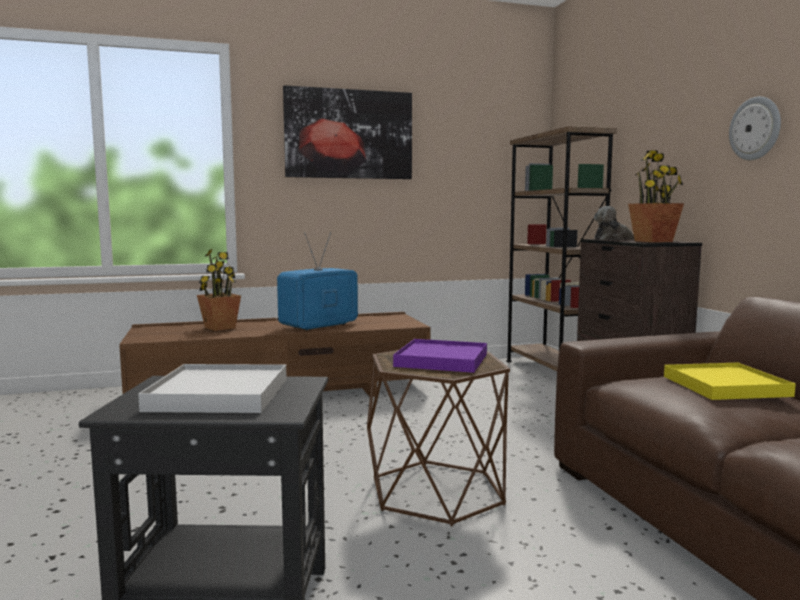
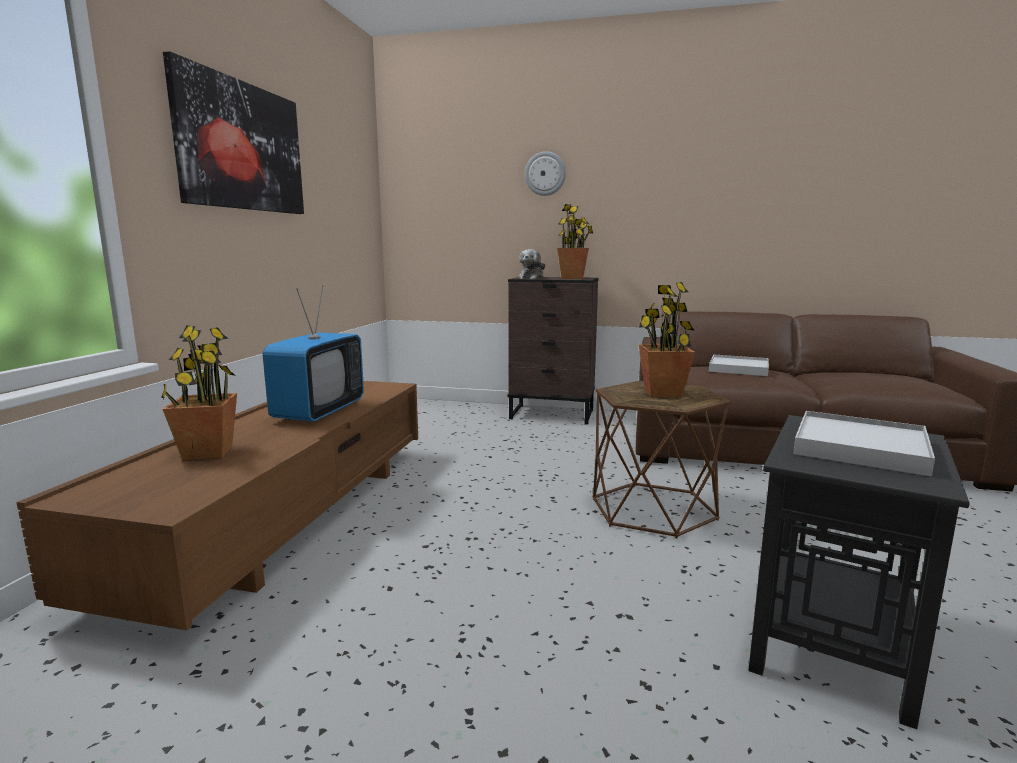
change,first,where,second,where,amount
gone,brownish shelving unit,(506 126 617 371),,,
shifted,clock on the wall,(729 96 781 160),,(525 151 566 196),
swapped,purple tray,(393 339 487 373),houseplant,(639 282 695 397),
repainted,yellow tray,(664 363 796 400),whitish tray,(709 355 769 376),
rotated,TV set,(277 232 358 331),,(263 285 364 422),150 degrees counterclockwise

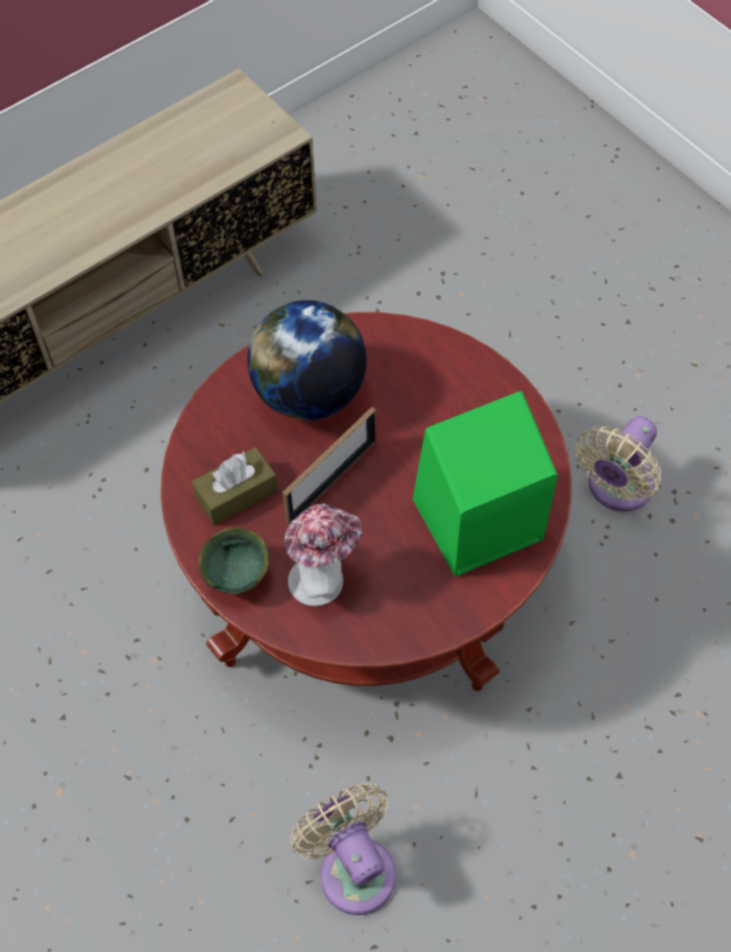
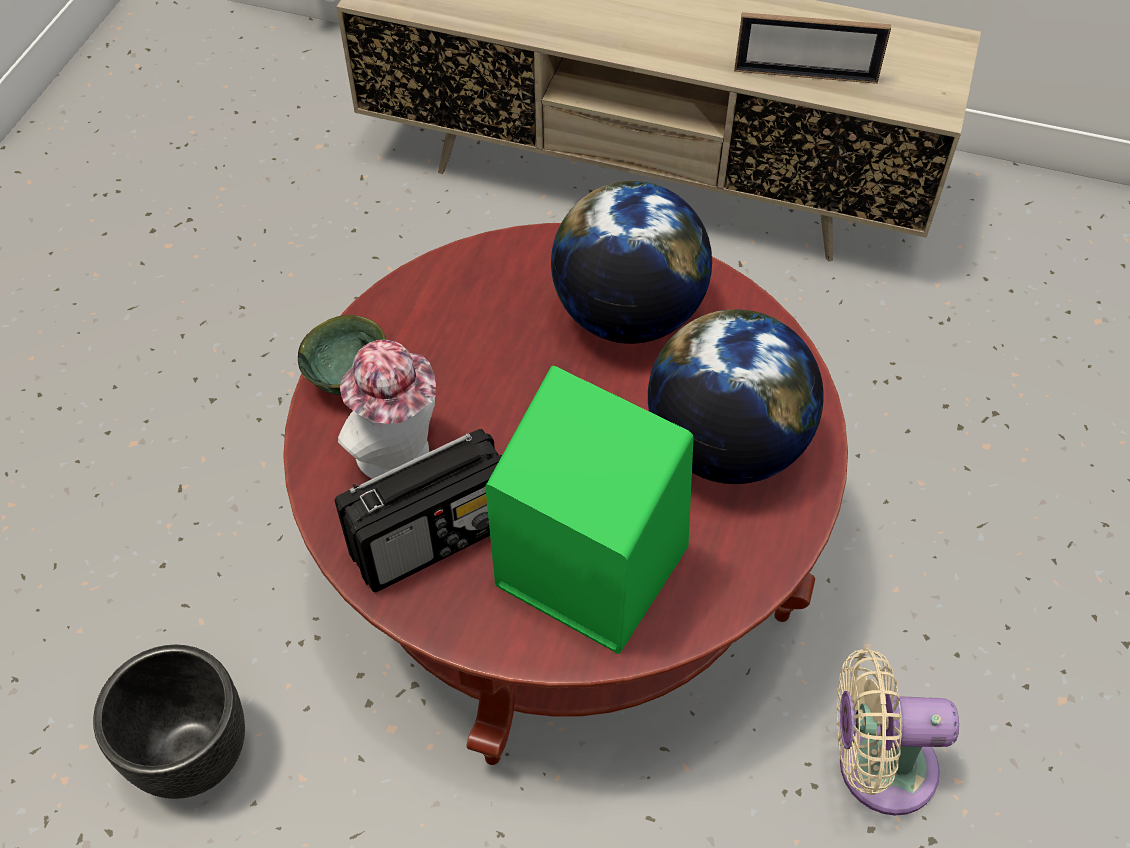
change,first,where,second,where,amount
gone,brownish box of tissues,(192 447 278 526),,,
new,,,radio,(335 429 502 592),
new,,,world globe,(648 309 824 484),
shifted,standing frame,(282 407 376 525),,(734 12 891 84),
swapped,beige cooling fan,(290 783 396 915),blackish planter,(93 644 245 799),

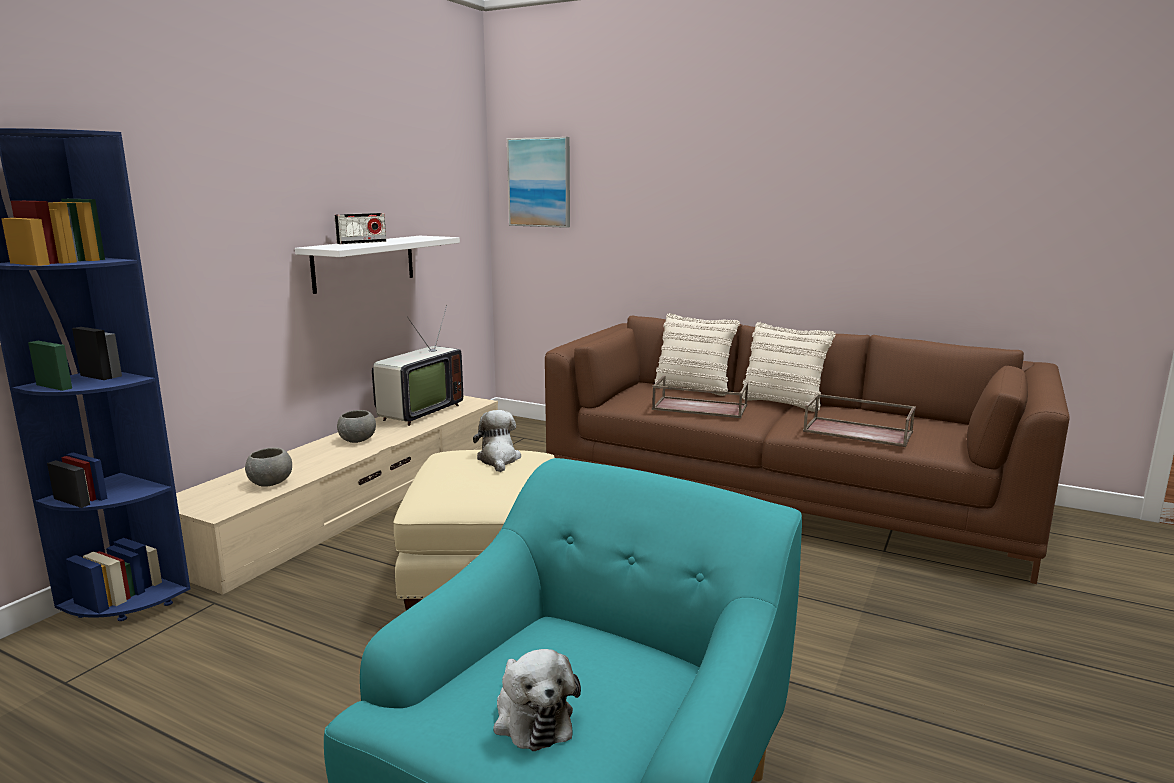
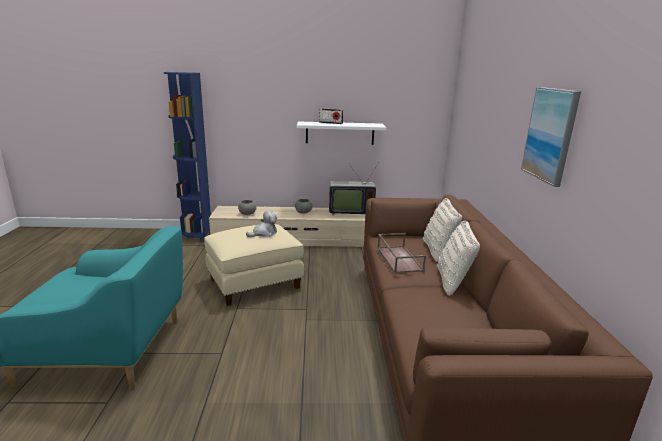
change,first,where,second,where,amount
gone,soft toy,(493 649 581 751),,,
gone,brownish tray,(803 394 916 447),,,
shifted,wall picture,(507 137 570 228),,(521 87 581 187),

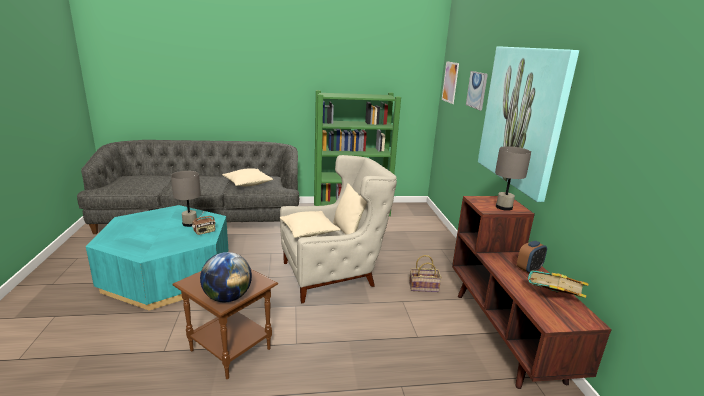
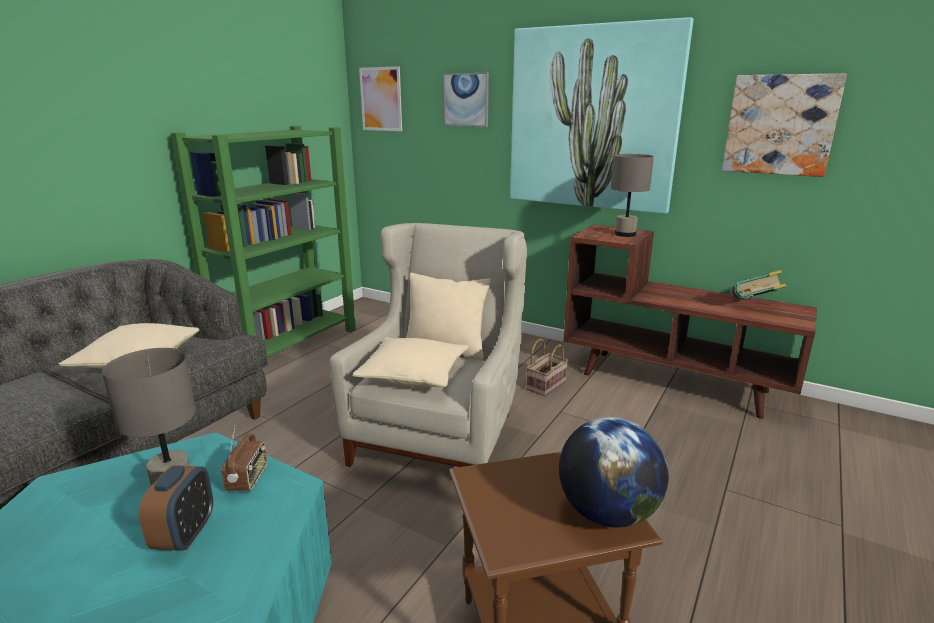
change,first,where,second,where,amount
new,,,wall picture,(722 73 847 177),
shifted,alarm clock,(517 241 547 274),,(139 465 213 551),

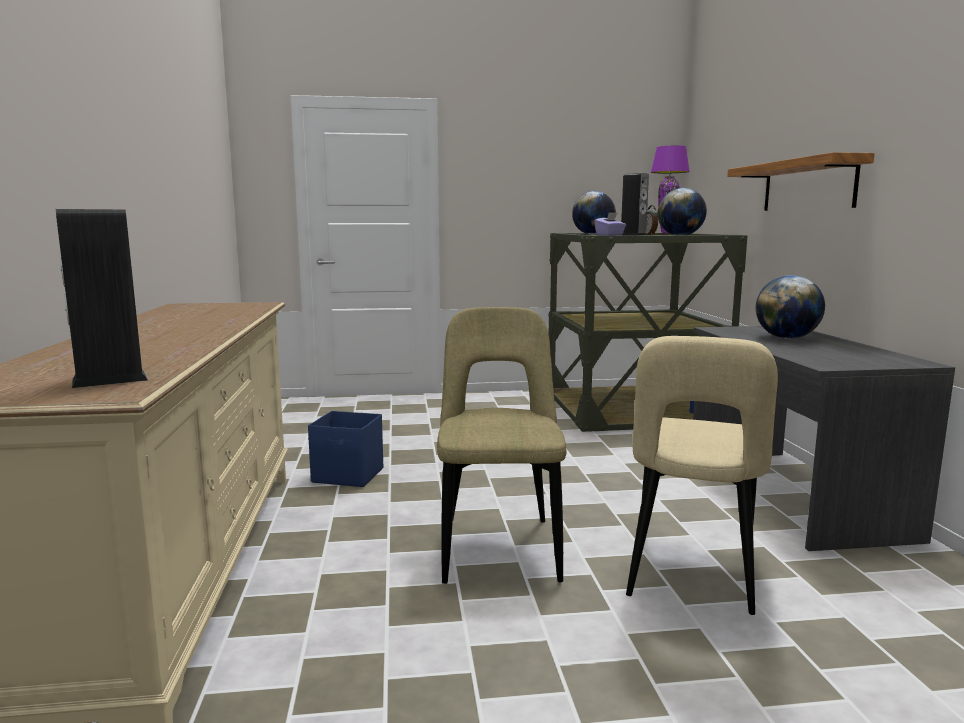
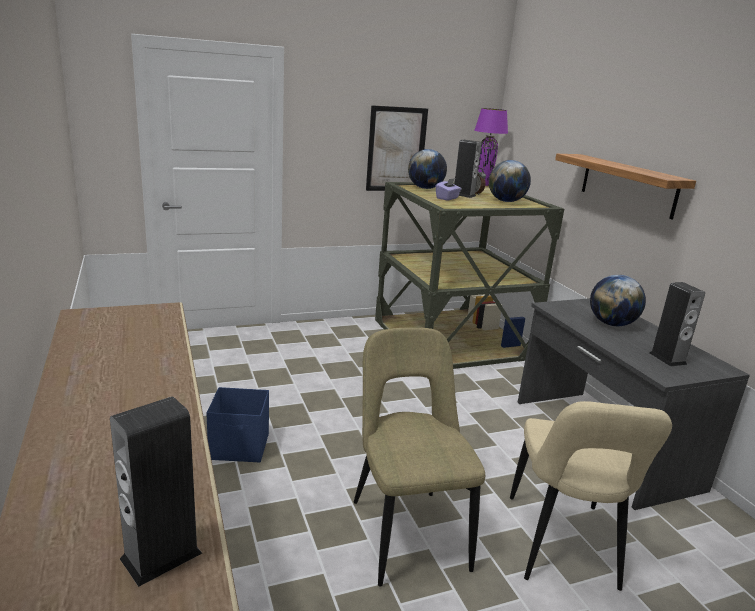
change,first,where,second,where,amount
new,,,wall picture,(366 105 428 191),
new,,,loudspeaker,(650 282 705 367),

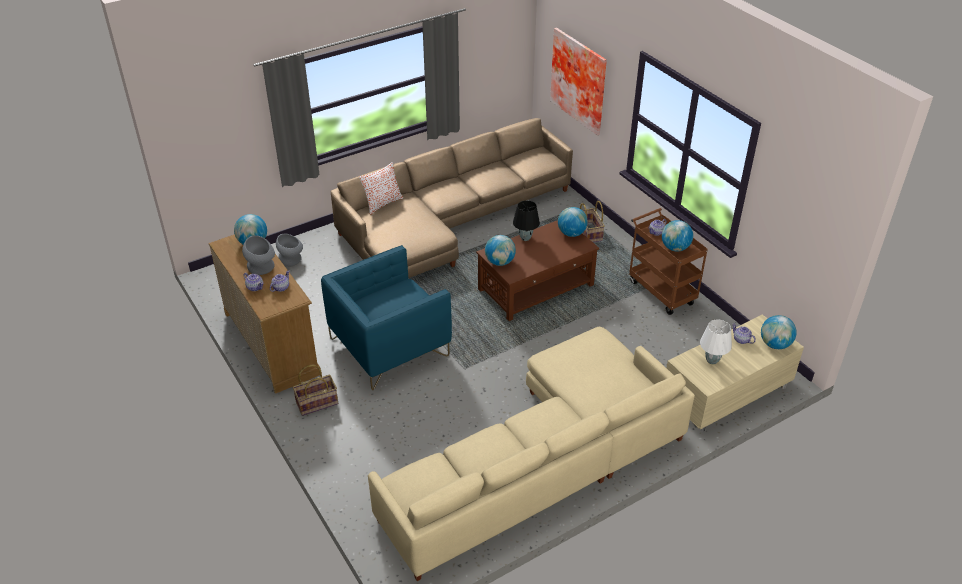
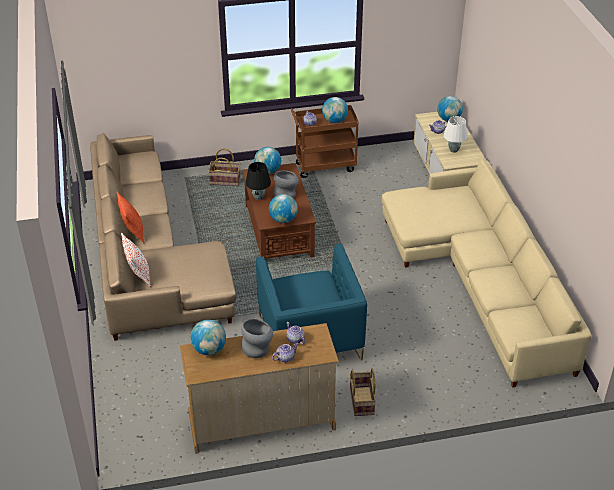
change,first,where,second,where,amount
gone,wall picture,(550 28 607 135),,,
new,,,orange throw pillow,(117 192 144 244),
shifted,grey vase,(276 234 303 267),,(274 170 299 198),

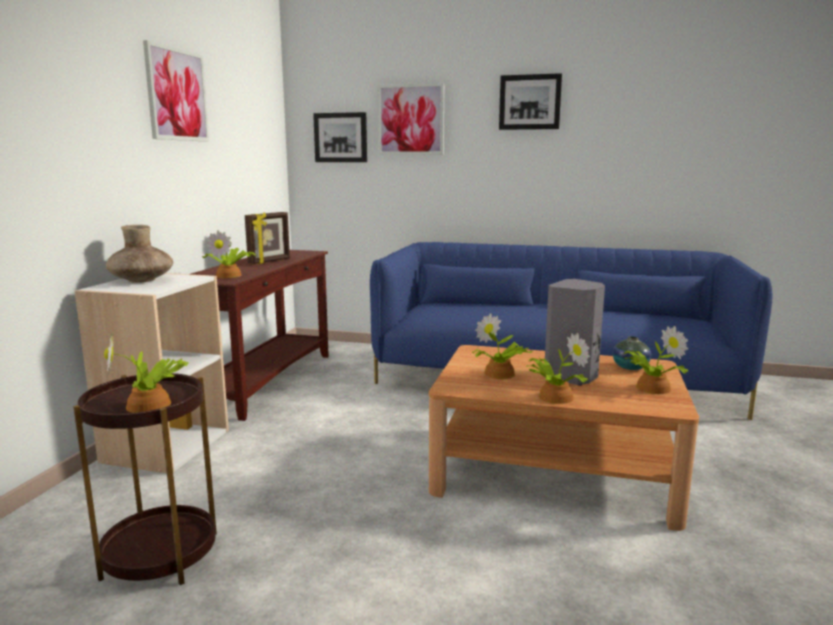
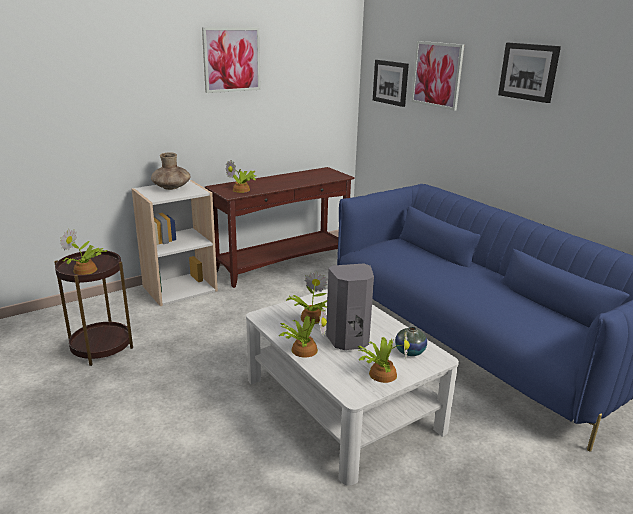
change,first,where,second,where,amount
gone,standing frame,(245 212 290 264),,,
repainted,brownish coffee table,(429 345 699 531),whitish coffee table,(246 289 459 486),

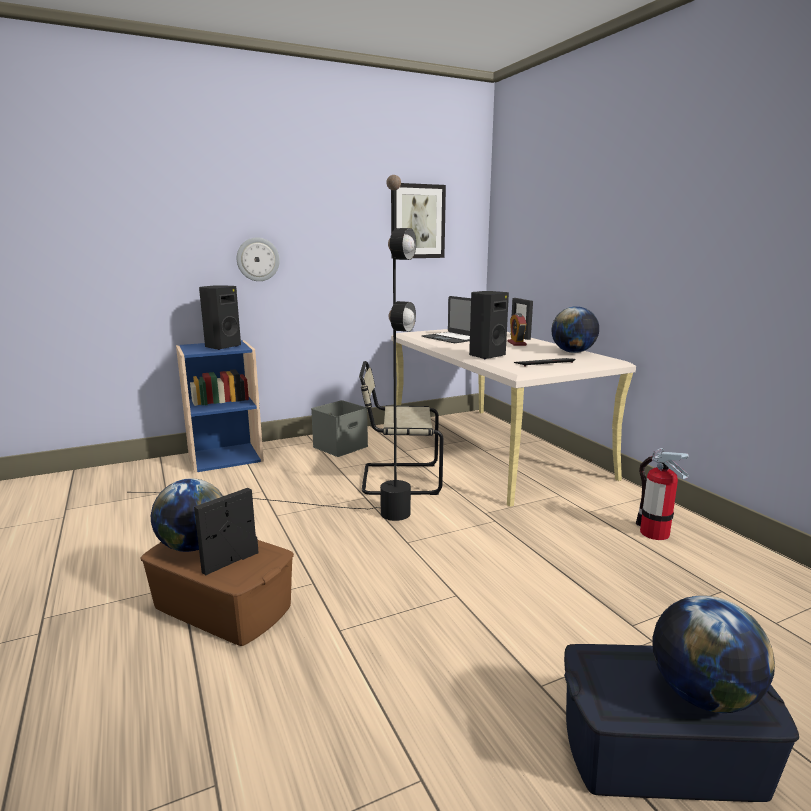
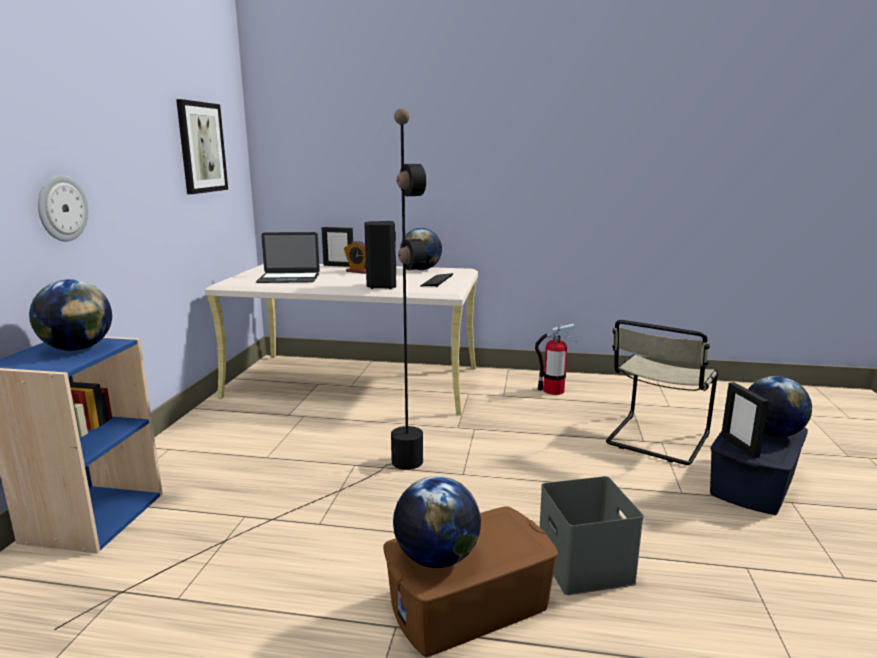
change,first,where,second,where,amount
shifted,standing frame,(194 488 259 575),,(721 382 769 458),
shifted,grey storage box,(311 400 368 457),,(540 476 644 595),
shifted,beige plain chair,(359 361 443 495),,(606 320 718 465),
swapped,blackish loudspeaker,(199 285 241 350),world globe,(29 279 112 351),

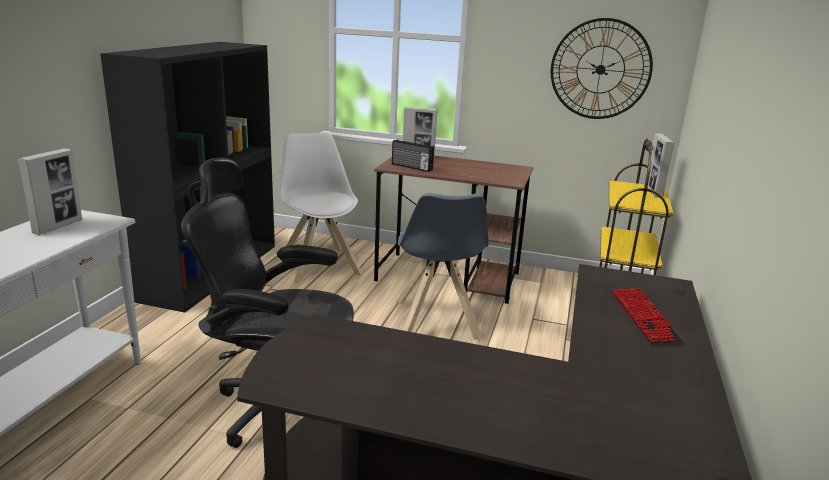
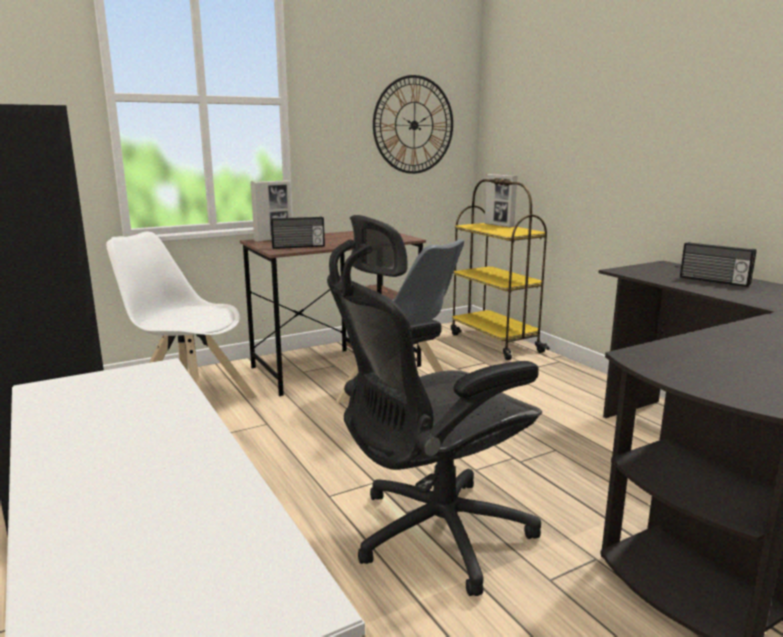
change,first,where,second,where,amount
gone,standing frame,(18 148 82 235),,,
swapped,computer keyboard,(611 287 683 344),radio,(680 242 757 287),

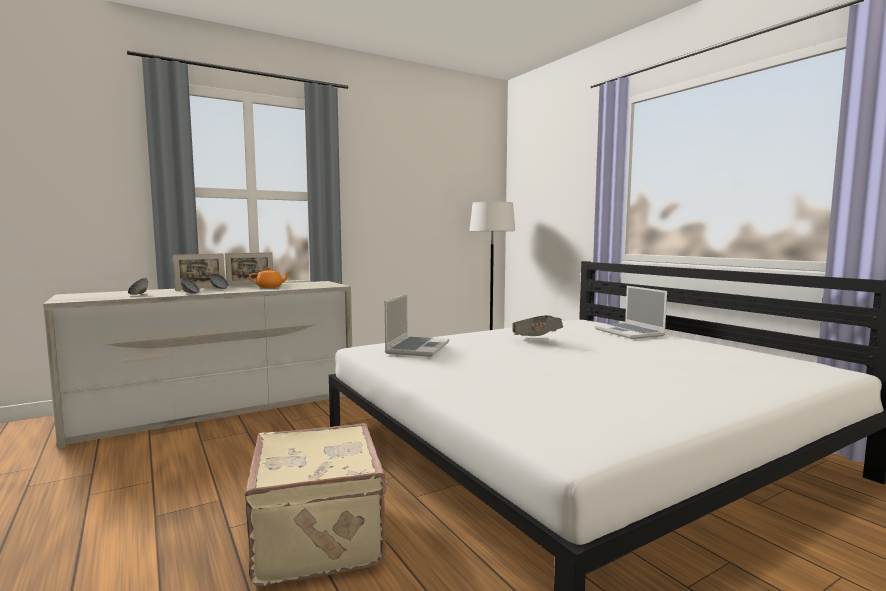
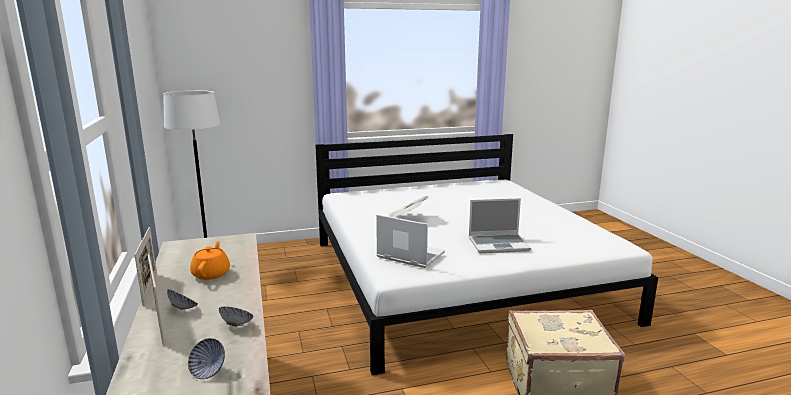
change,first,where,second,where,amount
shifted,notebook computer,(595 286 667 339),,(469 198 531 253),

